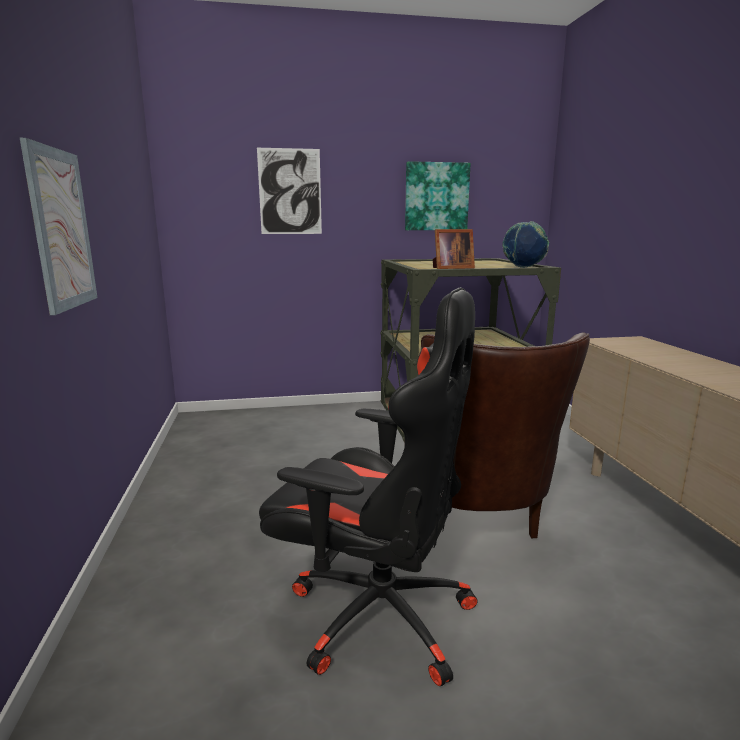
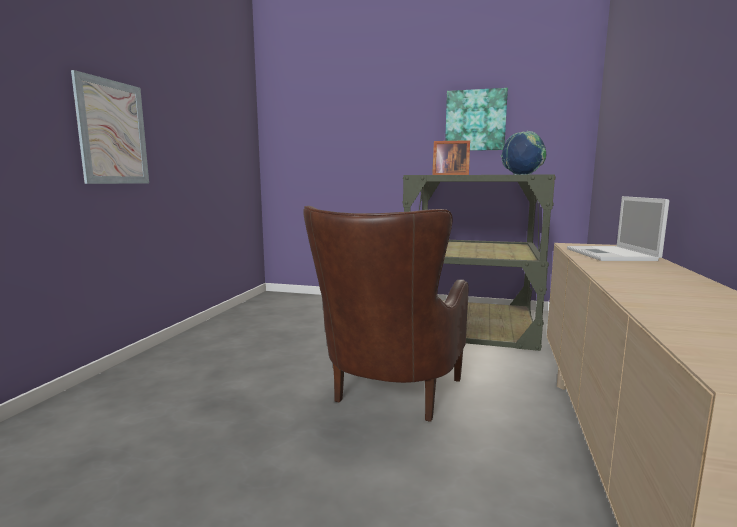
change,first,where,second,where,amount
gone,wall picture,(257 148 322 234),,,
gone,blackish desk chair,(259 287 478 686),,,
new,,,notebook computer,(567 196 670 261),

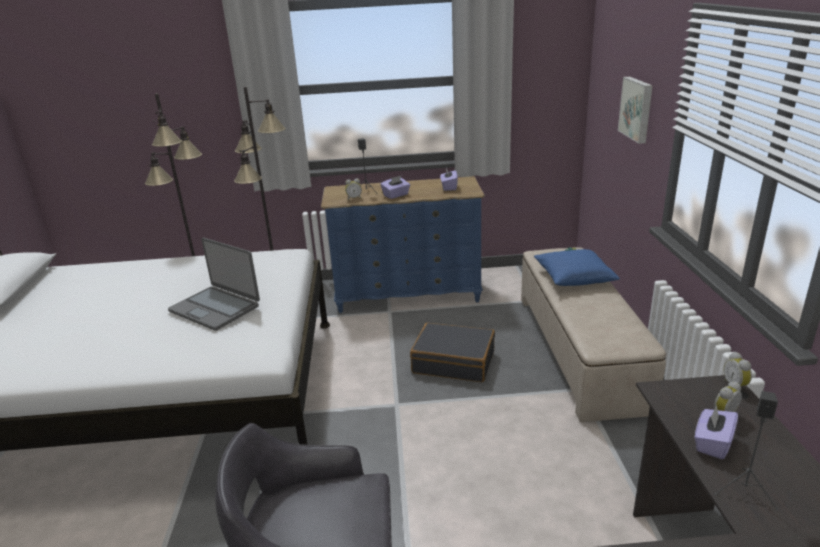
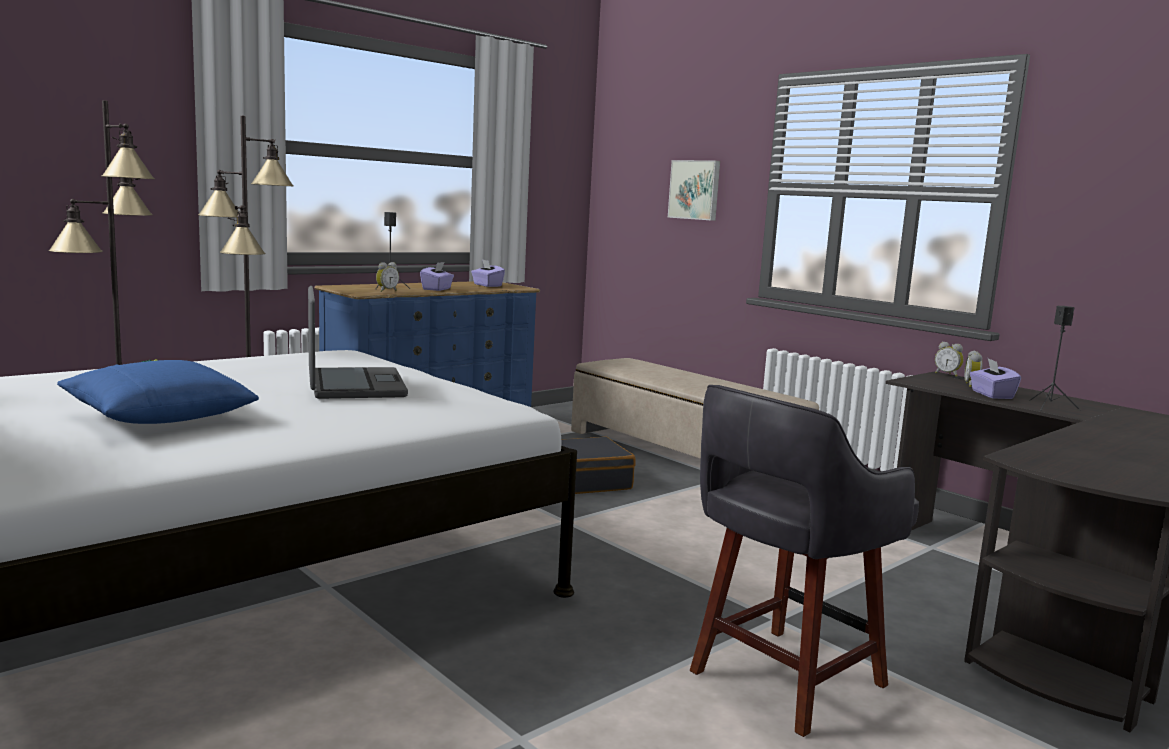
change,first,where,second,where,amount
shifted,blue-coloured throw pillow,(534 247 620 286),,(57 359 259 424),
rotated,notebook computer,(168 238 260 331),,(308 286 408 399),105 degrees counterclockwise

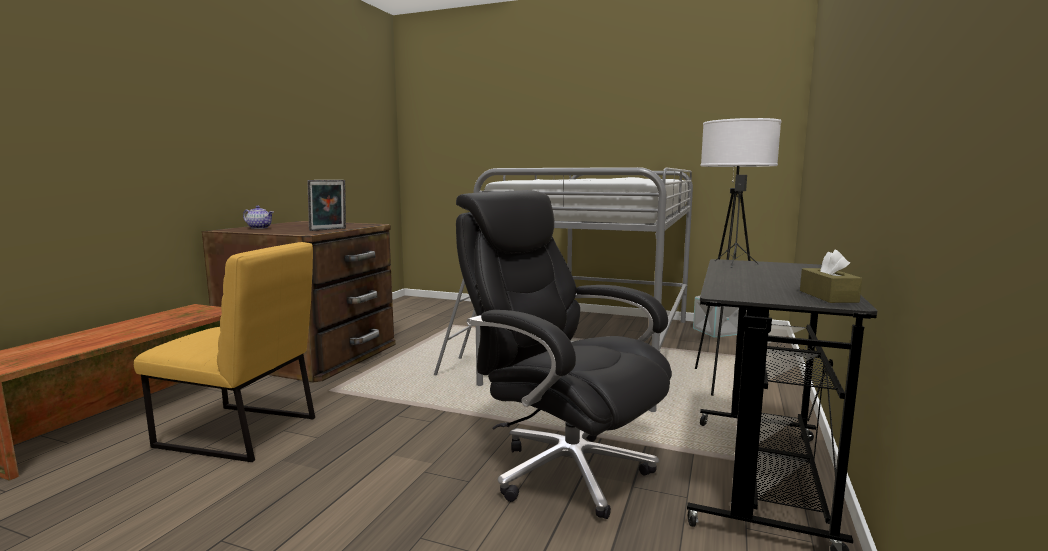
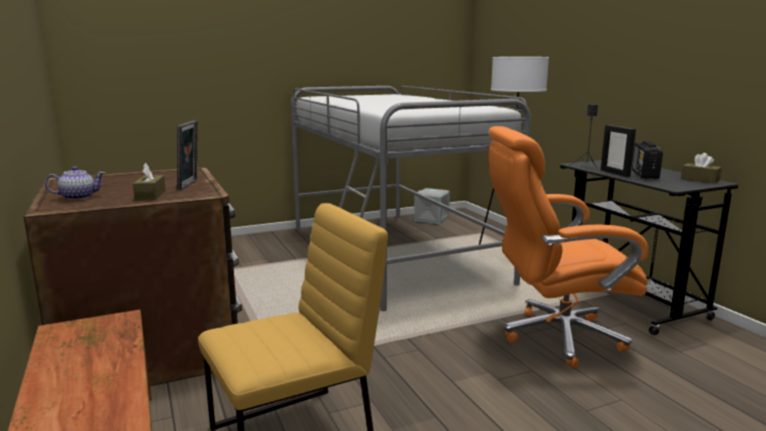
change,first,where,second,where,amount
new,,,brownish box of tissues,(133 163 166 200),
new,,,standing frame,(601 125 636 177),
new,,,radio,(632 141 663 179),
repainted,blackish desk chair,(456 190 672 519),orange desk chair,(489 126 649 368),

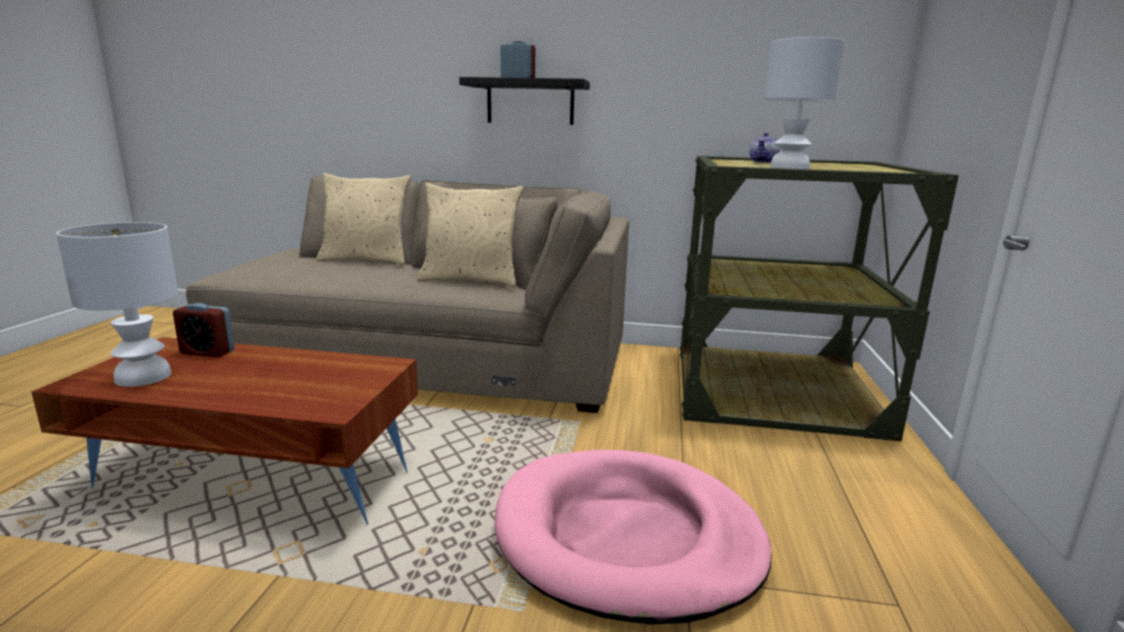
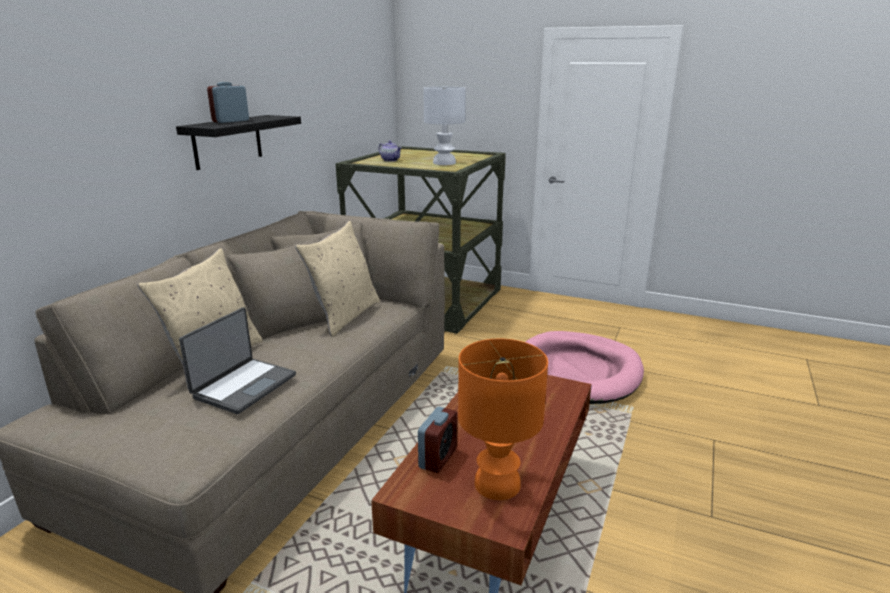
change,first,where,second,where,amount
new,,,notebook computer,(179 307 296 414),
repainted,whitish tabletop lamp,(56 222 178 387),orange tabletop lamp,(458 339 548 500),

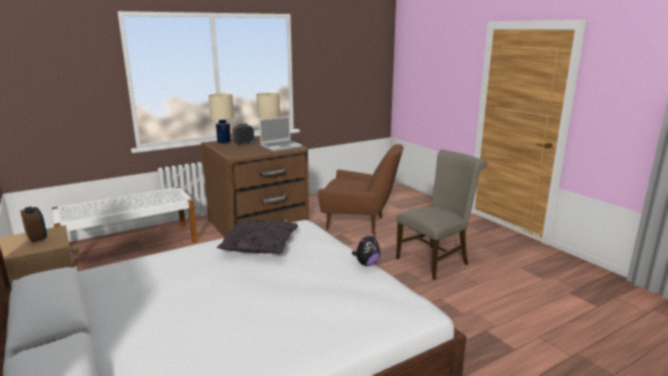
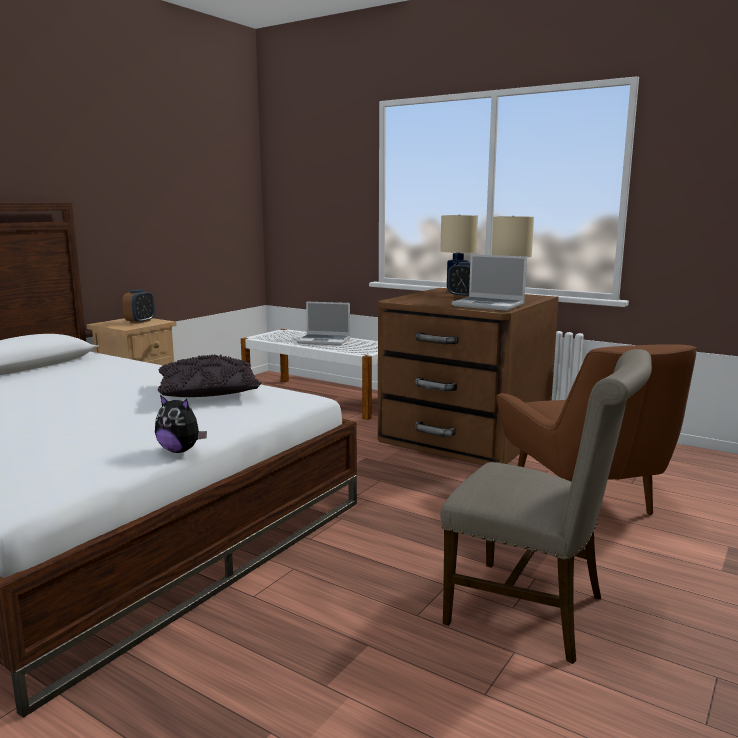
change,first,where,second,where,amount
new,,,notebook computer,(297 302 350 346),

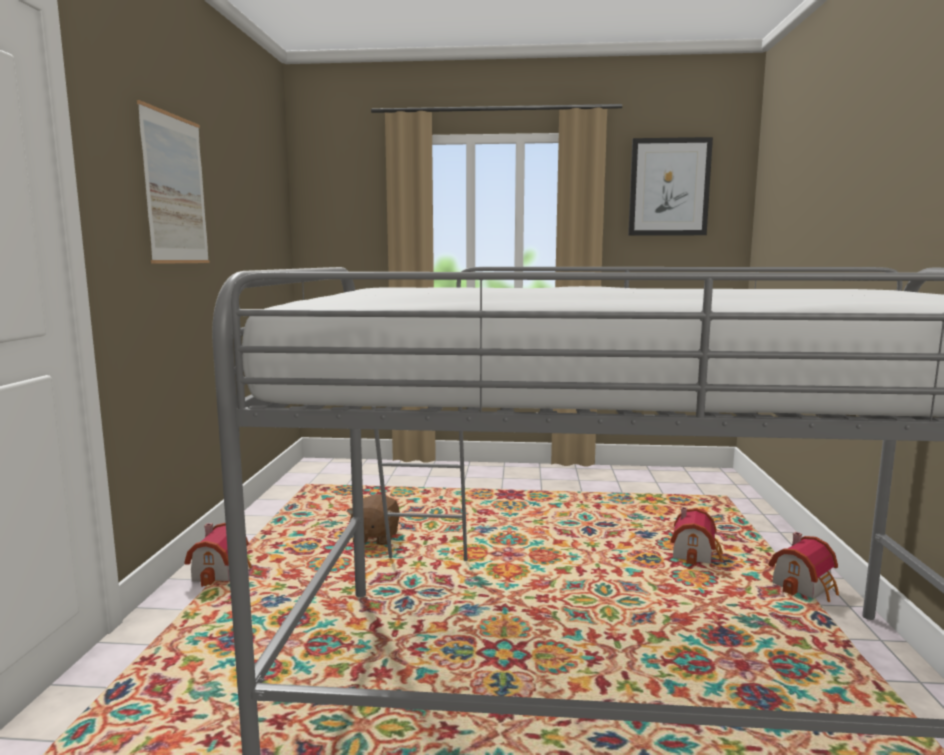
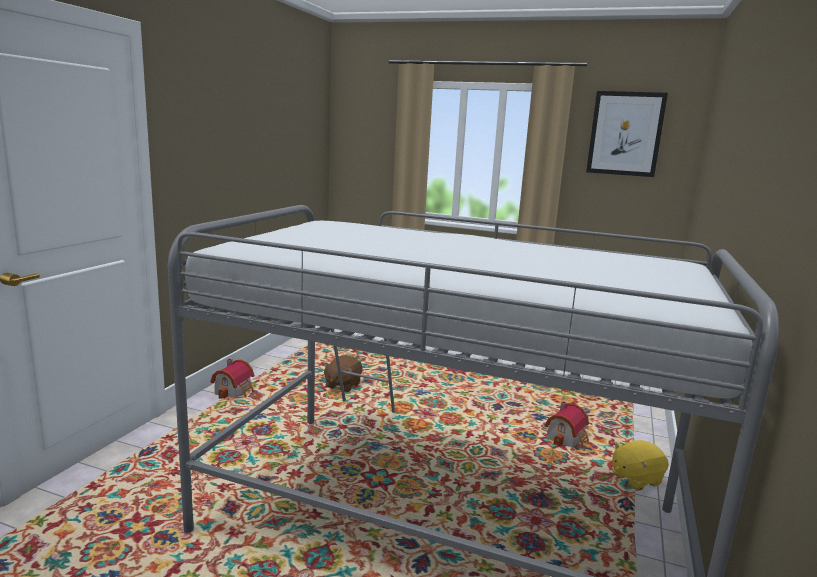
change,first,where,second,where,amount
gone,wall picture,(137 100 209 264),,,
swapped,model house,(769 532 839 602),yellow soft toy,(612 440 669 491),

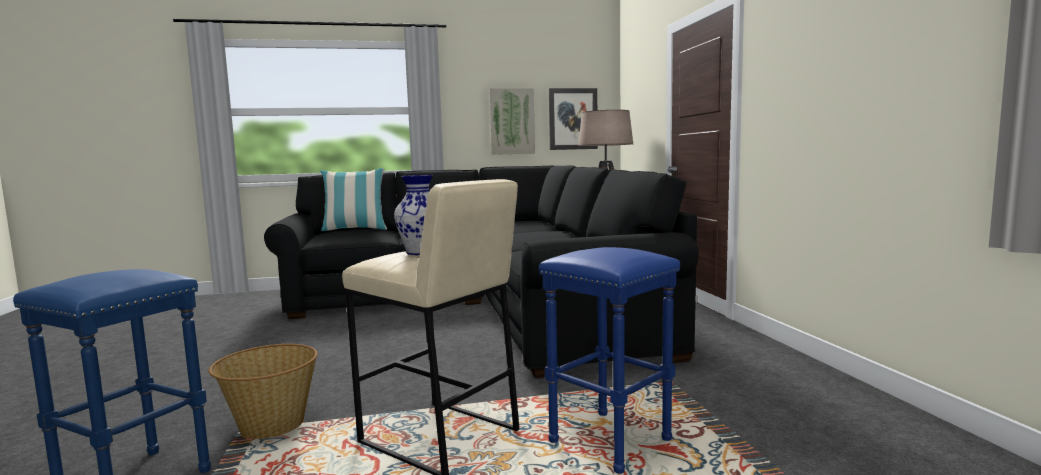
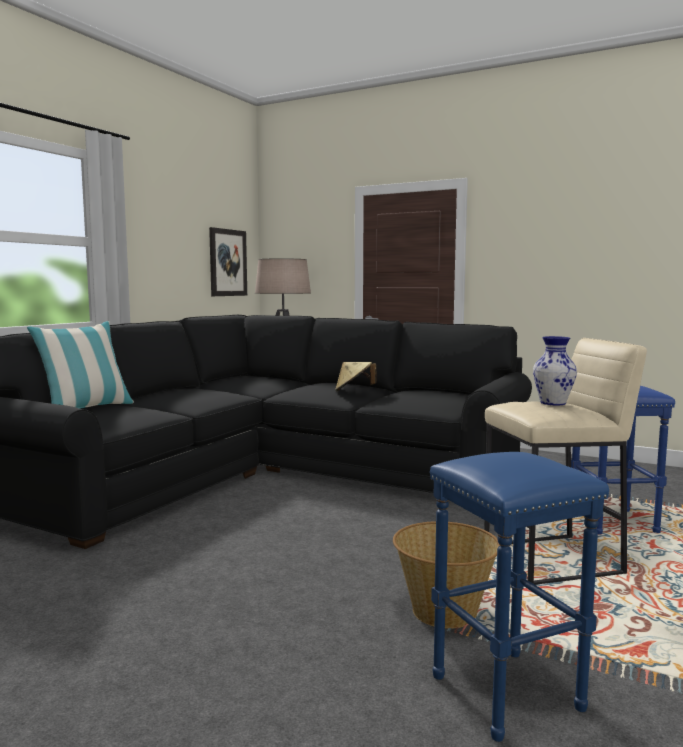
change,first,where,second,where,amount
gone,wall picture,(489 88 535 155),,,
new,,,beige clothing hat,(335 362 376 391),

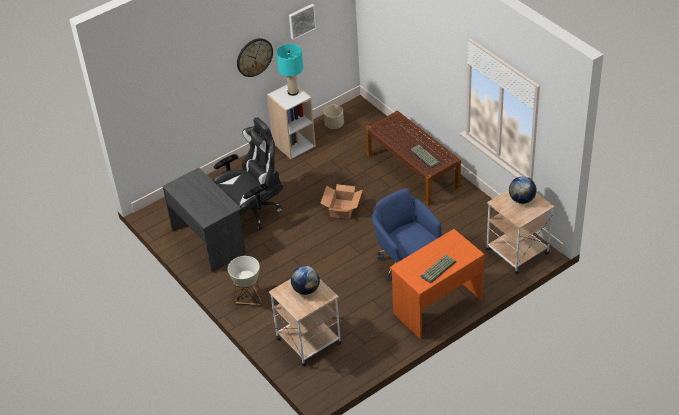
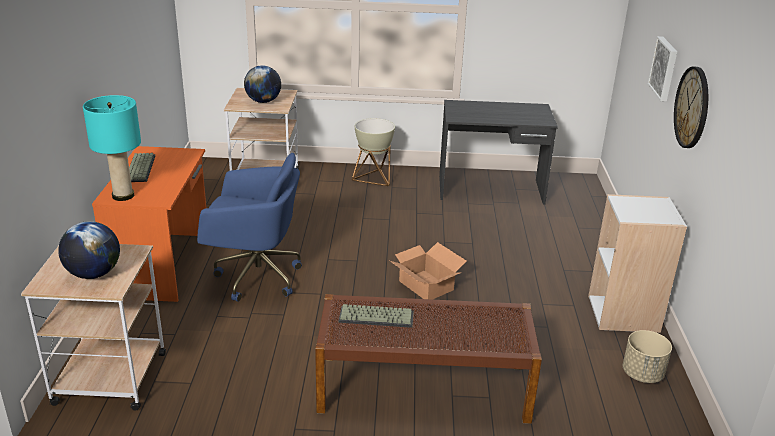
change,first,where,second,where,amount
gone,blackish desk chair,(213 117 283 230),,,
shifted,turquoise tabletop lamp,(276 44 303 96),,(83 95 141 201),
shifted,wall picture,(289 4 316 40),,(648 36 677 102),

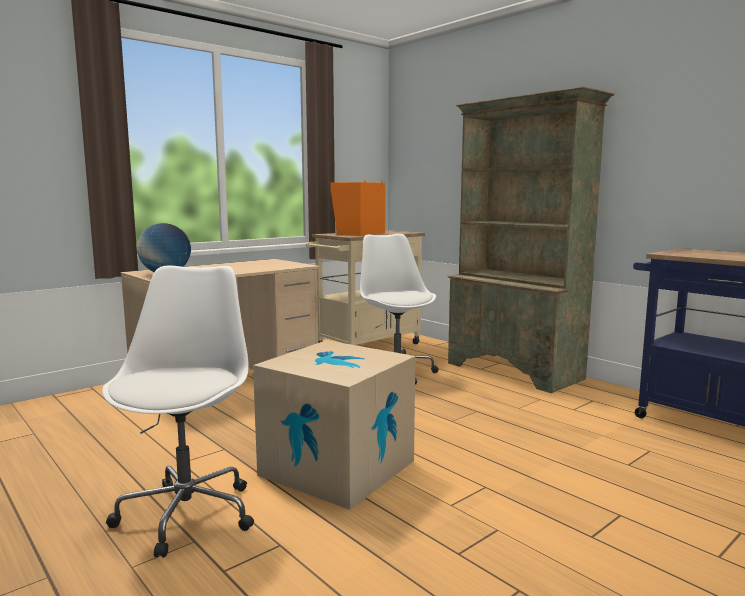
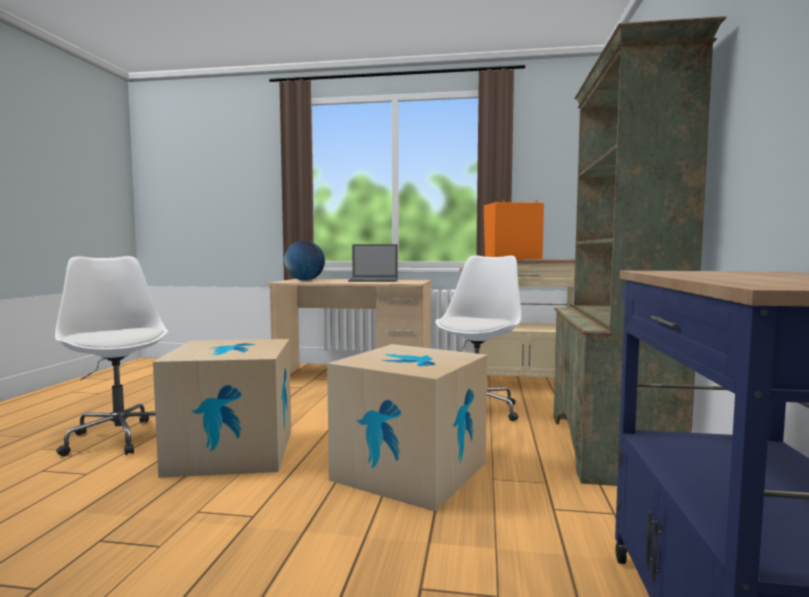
change,first,where,second,where,amount
new,,,packing box,(327 344 487 512),
new,,,notebook computer,(348 244 398 282),
rotated,whitish desk chair,(102 266 254 558),,(55 256 169 456),90 degrees counterclockwise

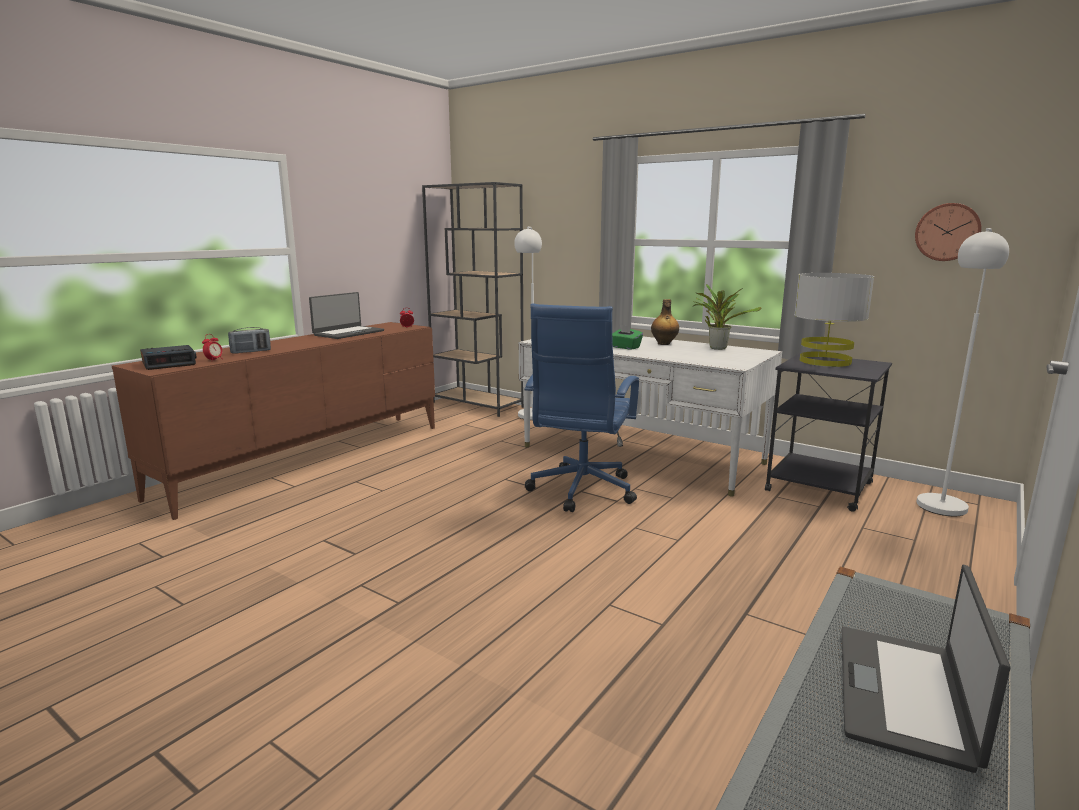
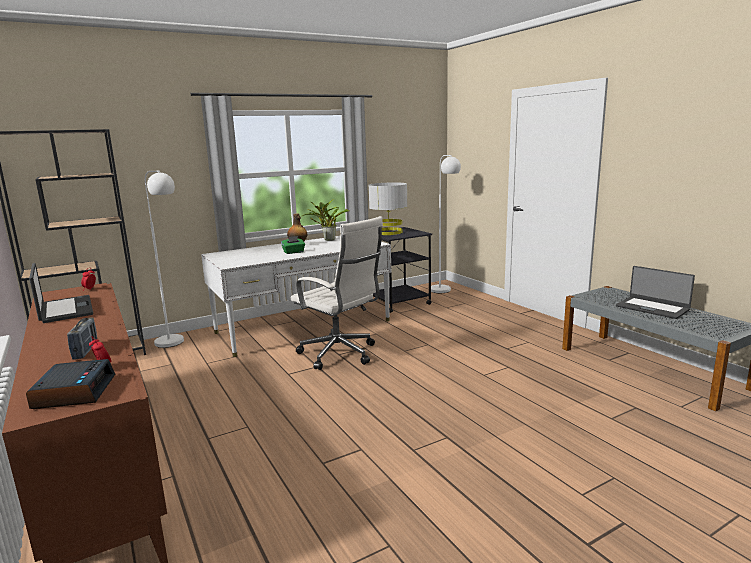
change,first,where,second,where,amount
gone,clock on the wall,(915 203 982 261),,,
repainted,blue-coloured desk chair,(525 304 639 512),whitish desk chair,(291 216 383 370),

